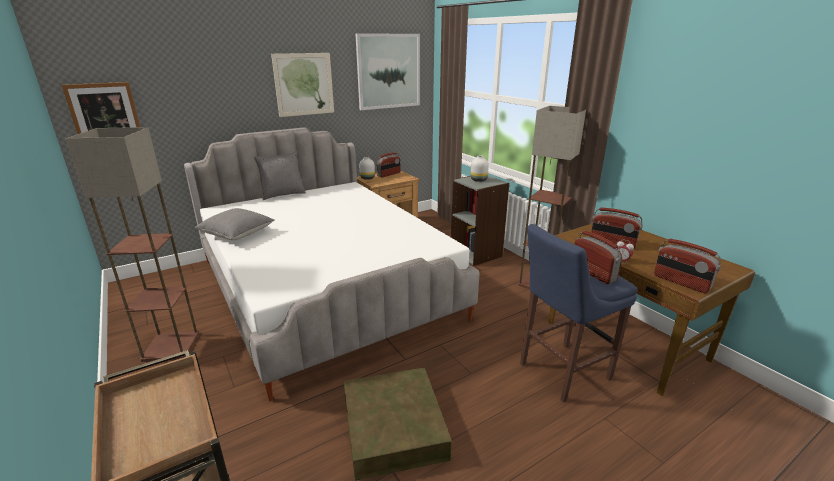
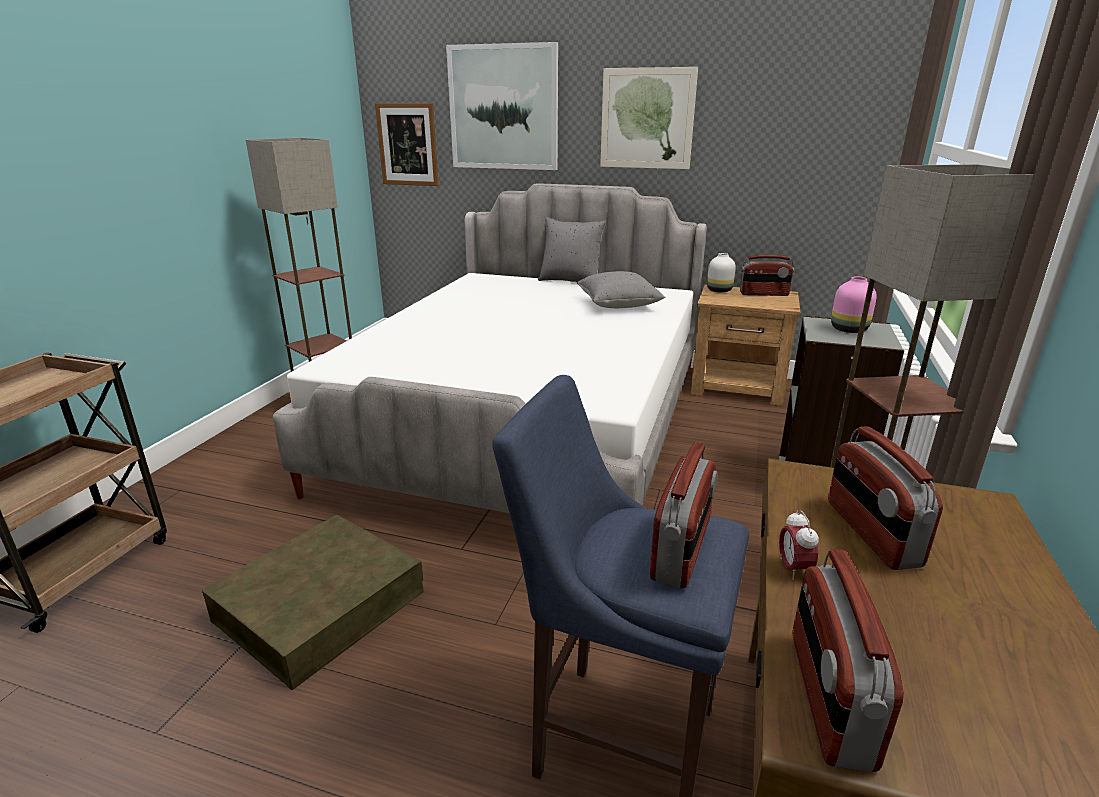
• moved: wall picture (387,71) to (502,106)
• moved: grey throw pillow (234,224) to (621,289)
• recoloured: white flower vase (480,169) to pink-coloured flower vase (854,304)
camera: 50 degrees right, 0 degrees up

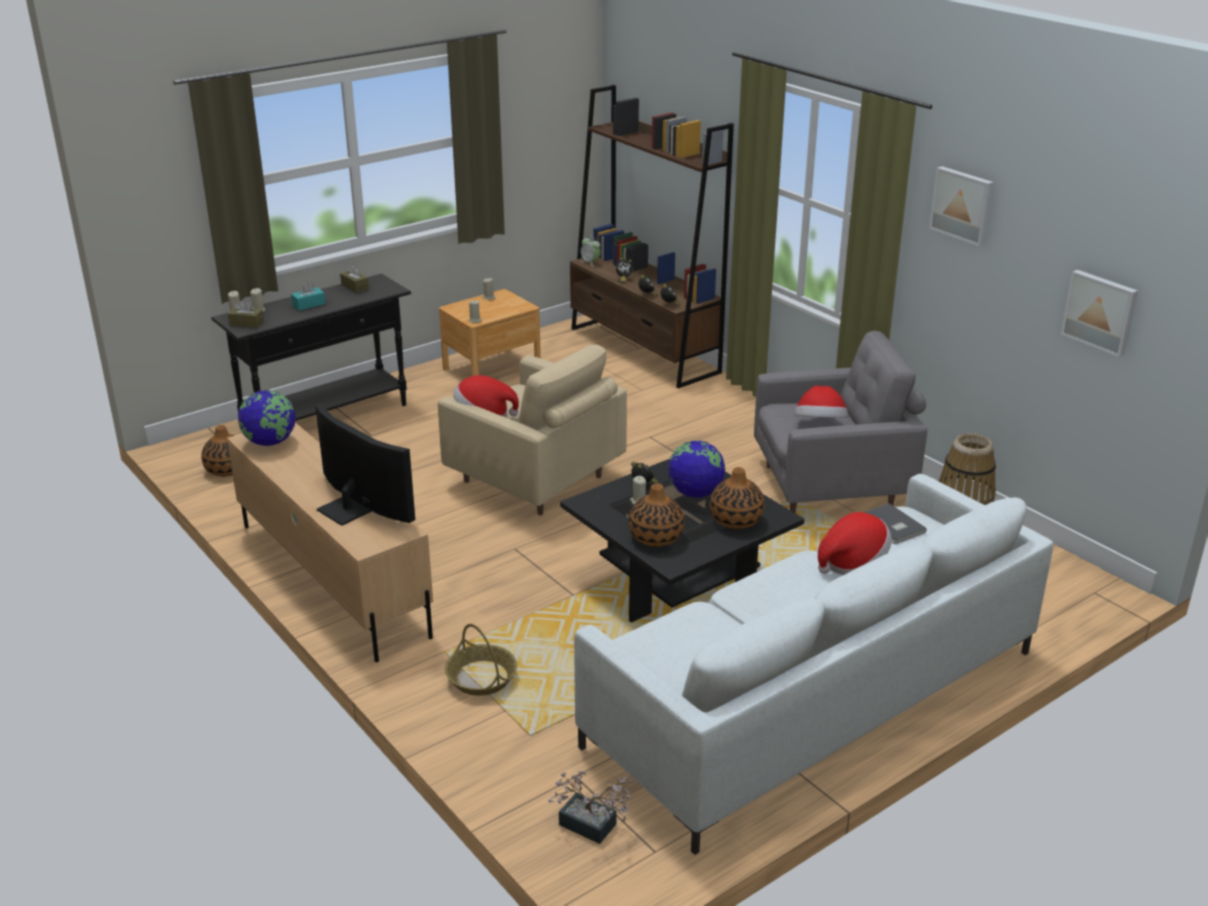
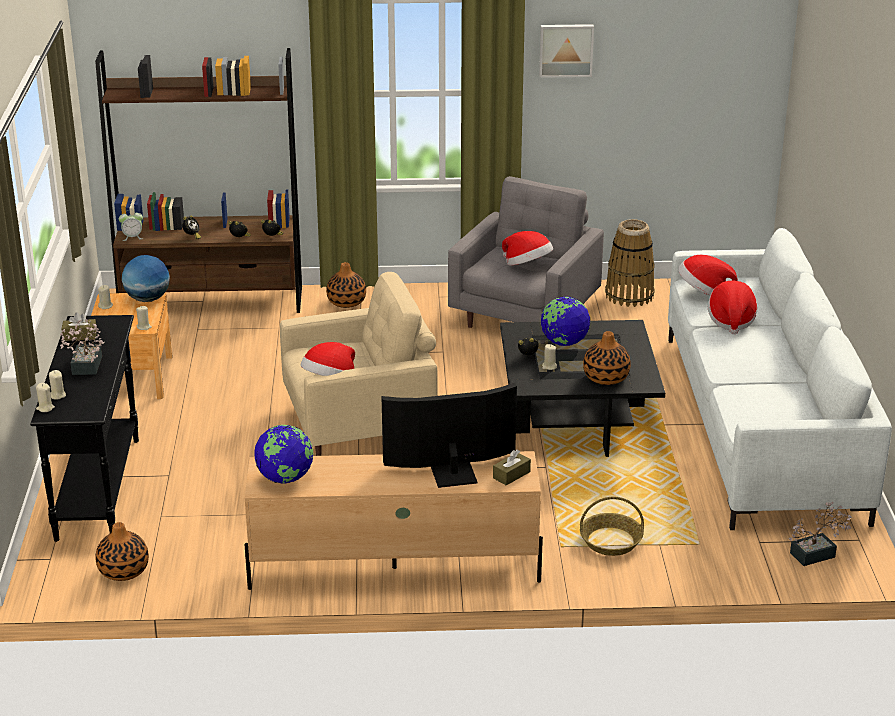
• replaced: turquoise tissue holder (308,296) to plant in a pot (82,347)
• added: globe (146,278)
• moved: flower vase (737,498) to (346,285)
• moved: brown-coloured tissue holder (246,314) to (512,467)
• replaced: grey bound book (895,523) to hat (708,275)
• removed: wall picture (1099,313)
camera: 55 degrees left, 0 degrees up

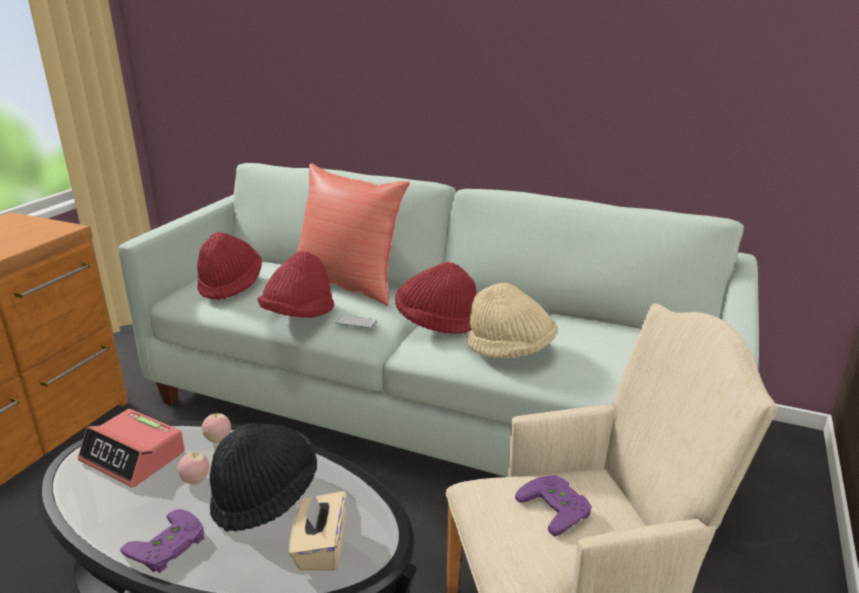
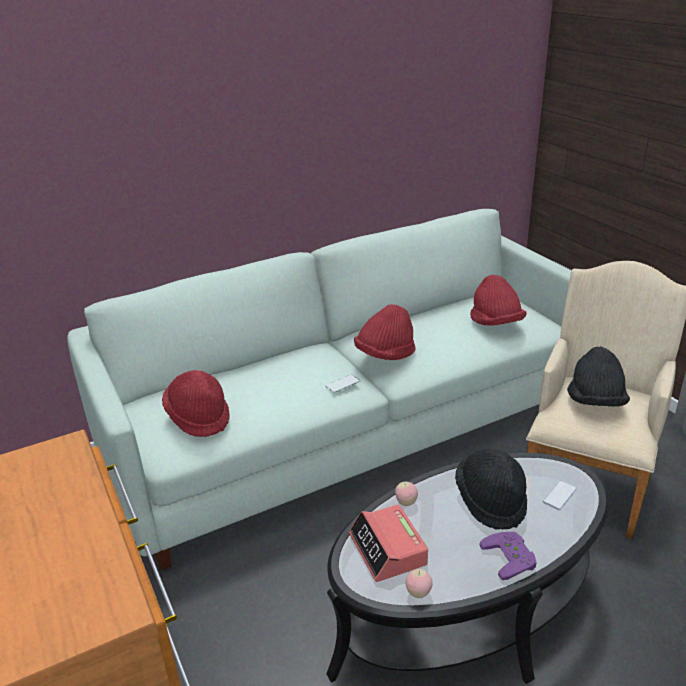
• turned: bedside clock (131,448) = (388,543) 90 degrees clockwise
• moved: apple fruit (193,468) to (419,583)
• moved: red hat (296,284) to (498,300)
• replaced: sand-coloured tissue holder (318,531) to phone (559,495)
• replaced: purplish gamepad (553,505) to black hat (598,376)
• removed: red throw pillow (353,234)
• removed: sand-coloured hat (511,320)
camera: 50 degrees left, 5 degrees up

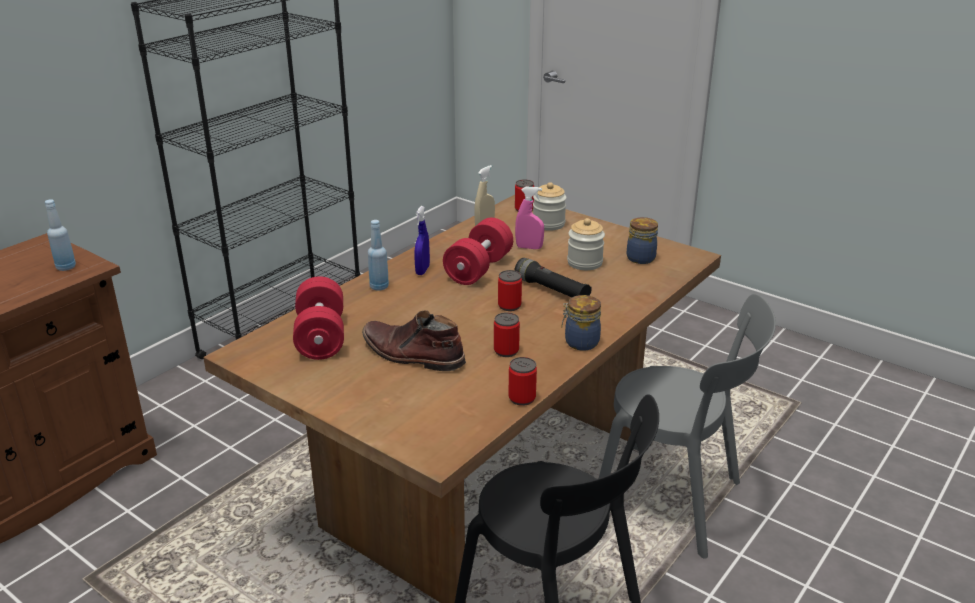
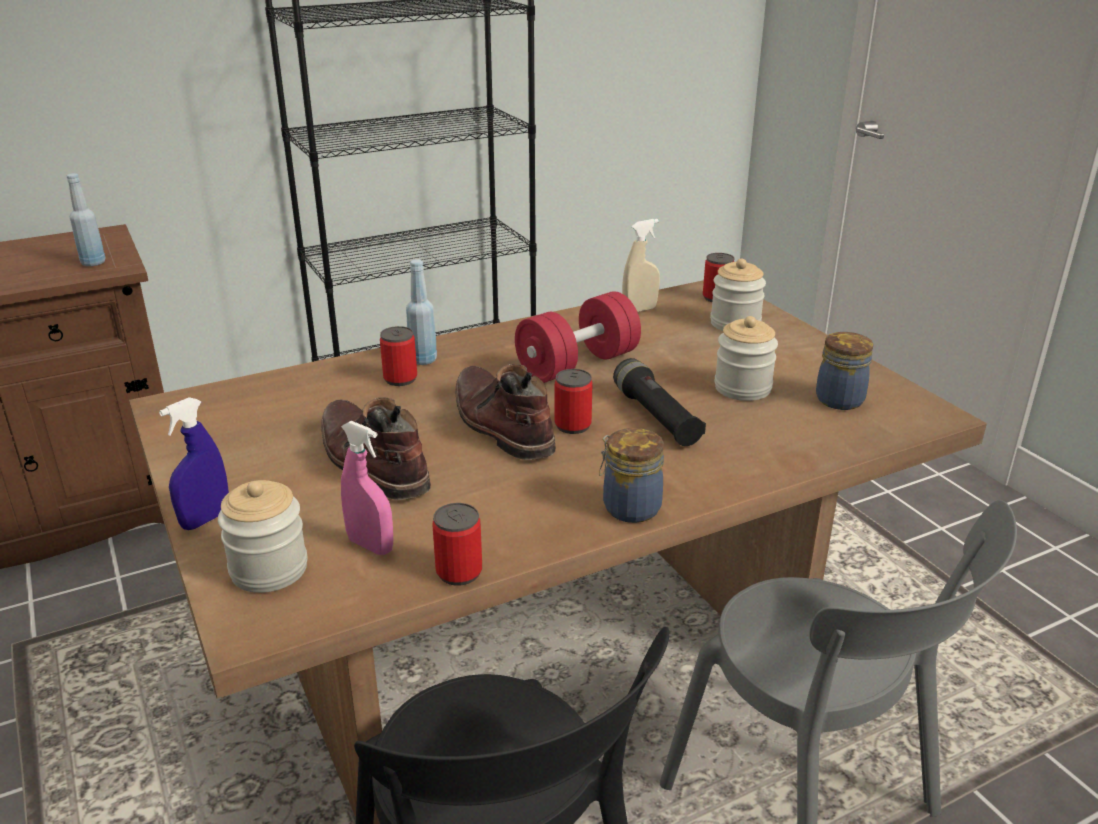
• moved: blue-coloured sprayer (422,240) to (194,463)
• added: preserve jar (262,536)
• moved: pink-coloured sprayer (529,218) to (367,488)
• moved: sealed can (507,334) to (398,356)
• added: brown-coloured boot (506,412)
• removed: red hand weight (318,318)
camera: 25 degrees right, 0 degrees up

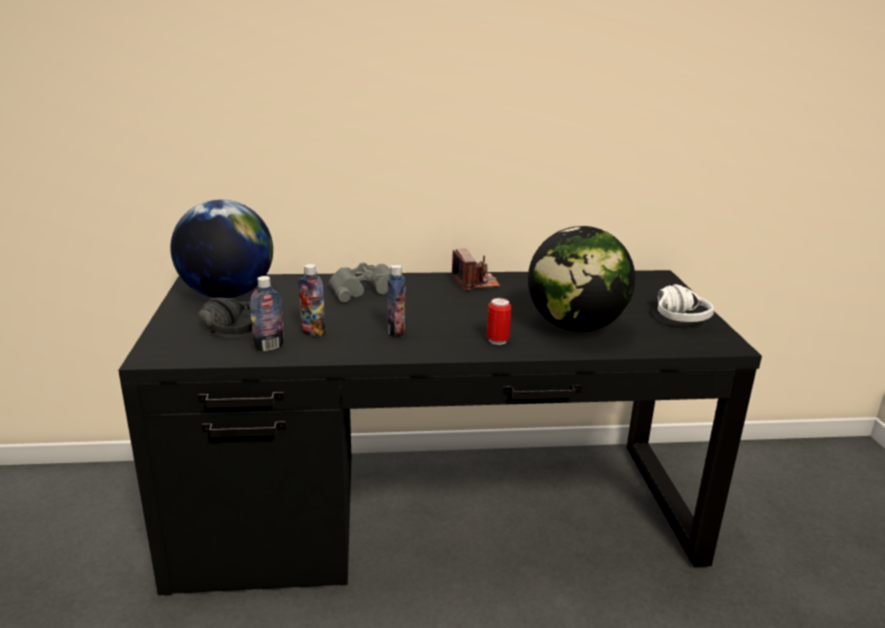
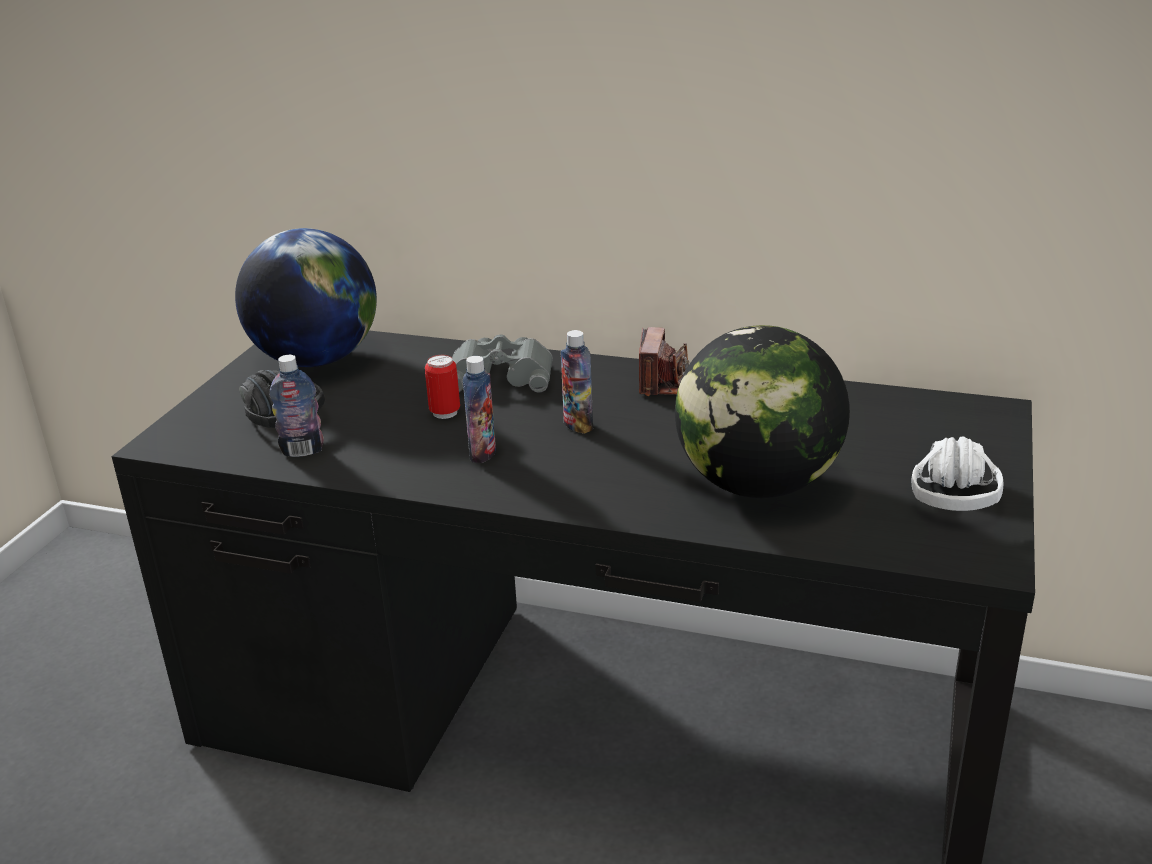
• moved: sealed can (499,321) to (442,387)
• moved: beverage bottle (311,300) to (577,382)
camera: 25 degrees right, 5 degrees up

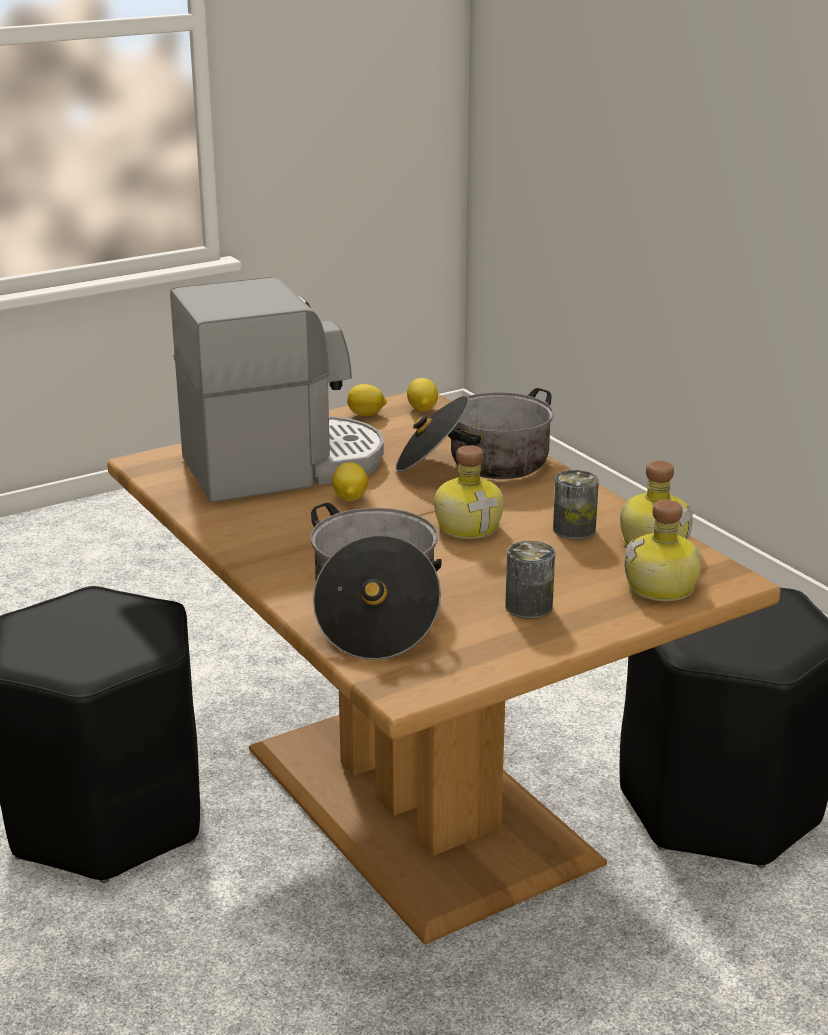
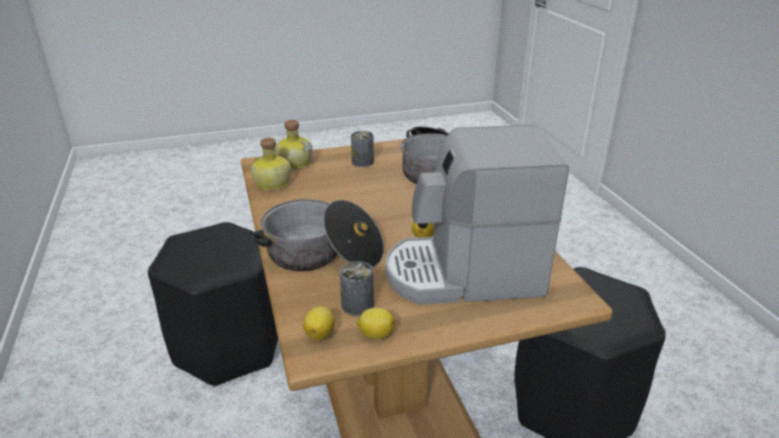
• moved: sealed can (576,505) to (357,288)
• removed: beverage bottle (469,492)
camera: 165 degrees left, 5 degrees up

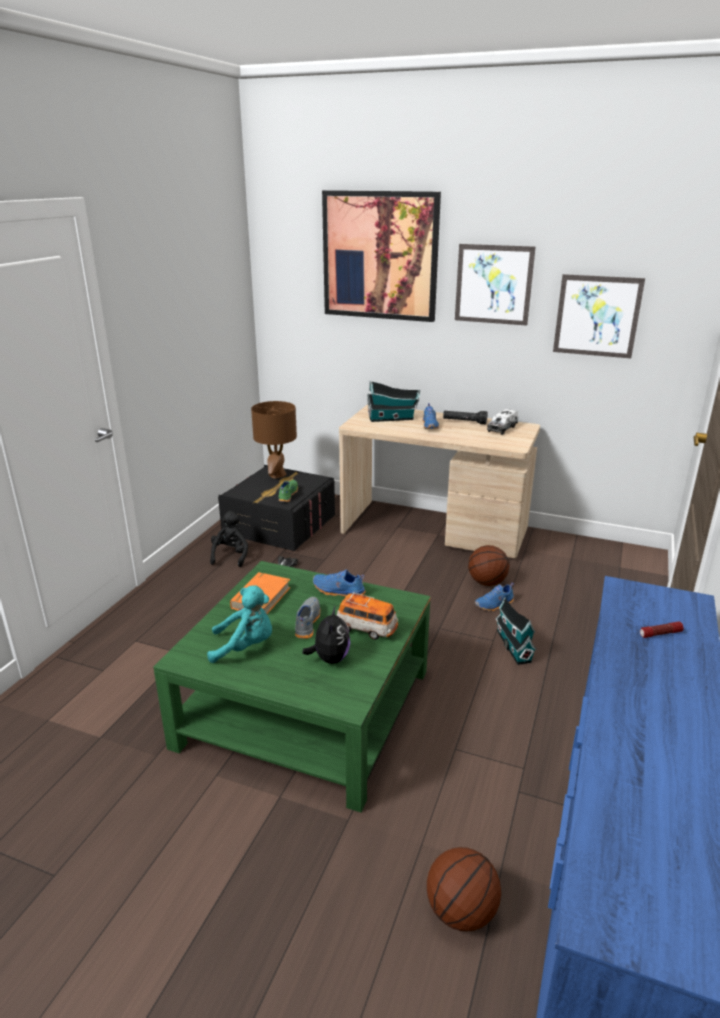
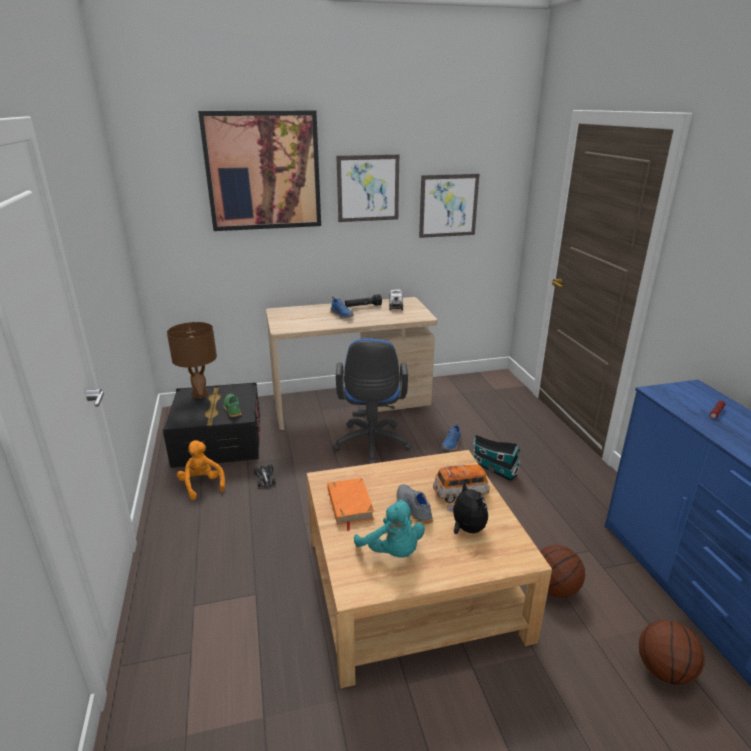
• recoloured: black cuddly toy (229,539) to orange-coloured cuddly toy (201,470)
• recoloured: green-coloured coffee table (291,686) to sand-coloured coffee table (429,569)
• added: blue-coloured office chair (371,401)
• turned: turquoise cuddly toy (239,624) = (389,528) 90 degrees clockwise
• moved: ball for basketball (489,565) to (562,571)
• removed: blue-coloured item of footwear (339,583)
• removed: model house (393,401)
camera: 35 degrees left, 0 degrees up

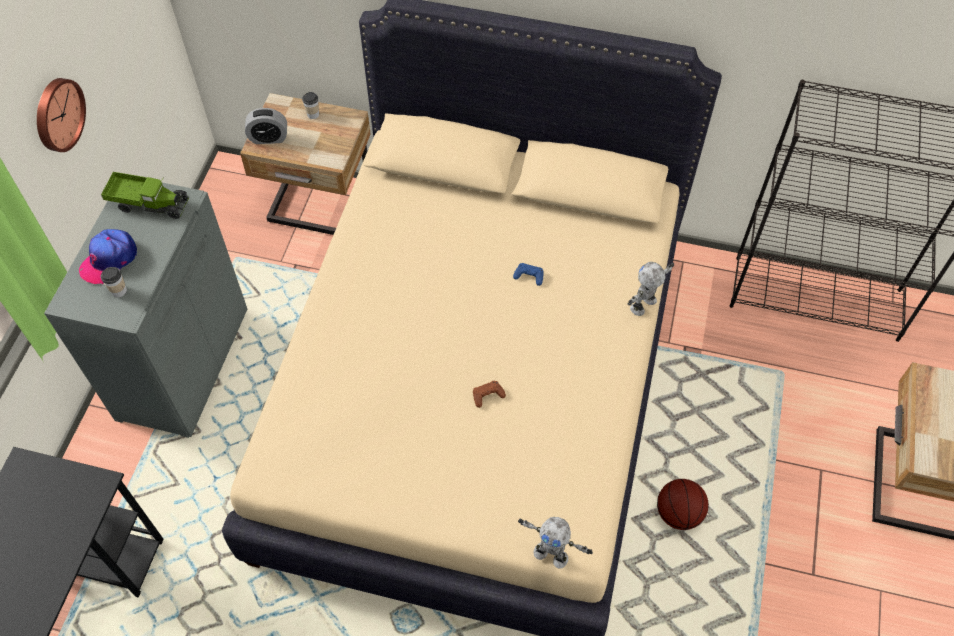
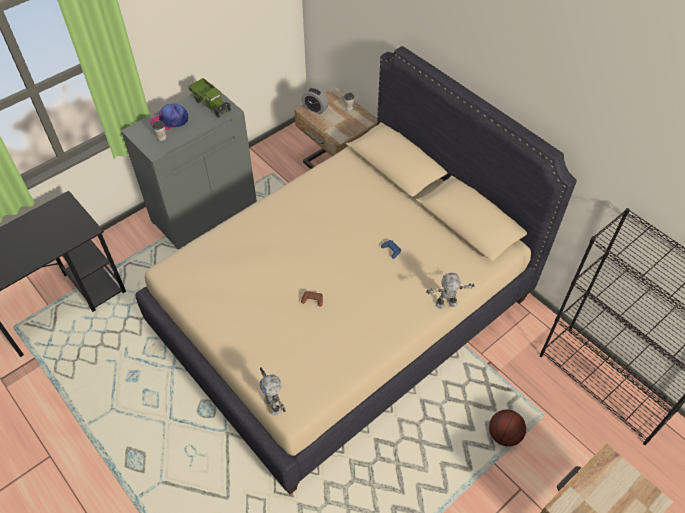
• moved: ball for basketball (683,504) to (507,428)
• removed: wall clock (61,115)
camera: 35 degrees right, 5 degrees down

